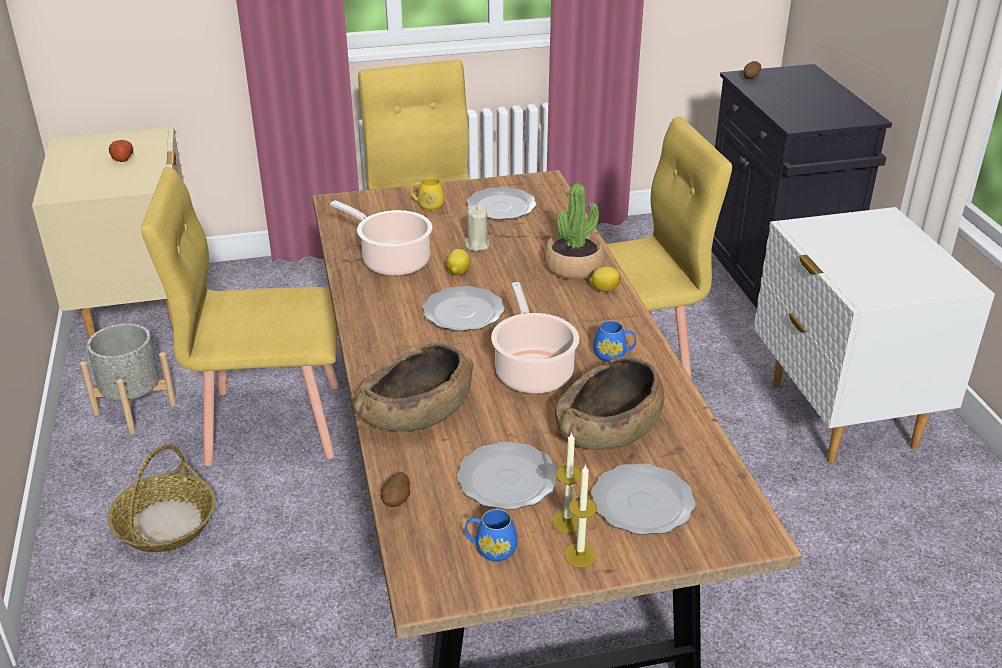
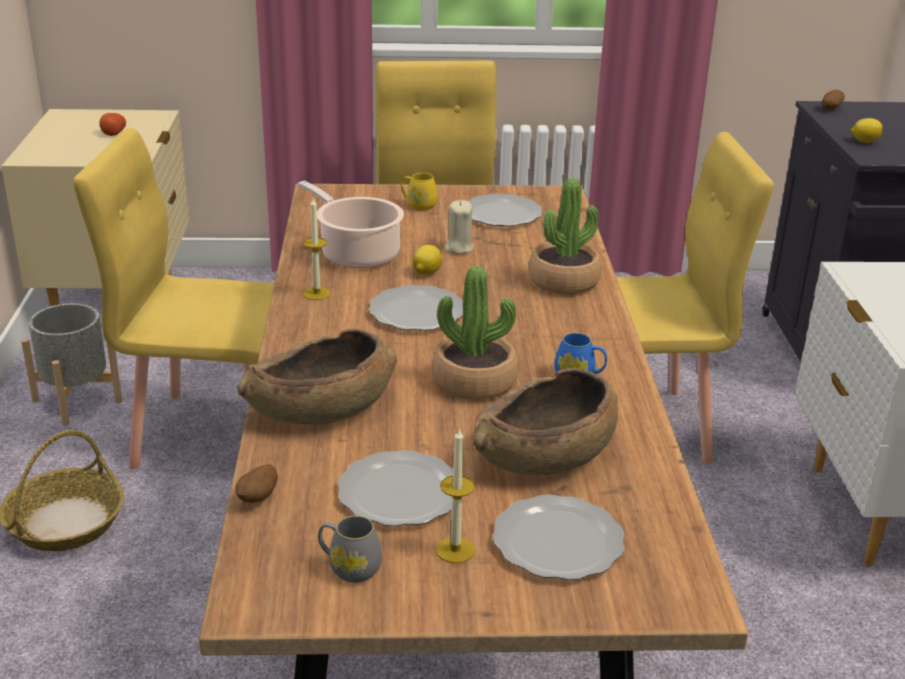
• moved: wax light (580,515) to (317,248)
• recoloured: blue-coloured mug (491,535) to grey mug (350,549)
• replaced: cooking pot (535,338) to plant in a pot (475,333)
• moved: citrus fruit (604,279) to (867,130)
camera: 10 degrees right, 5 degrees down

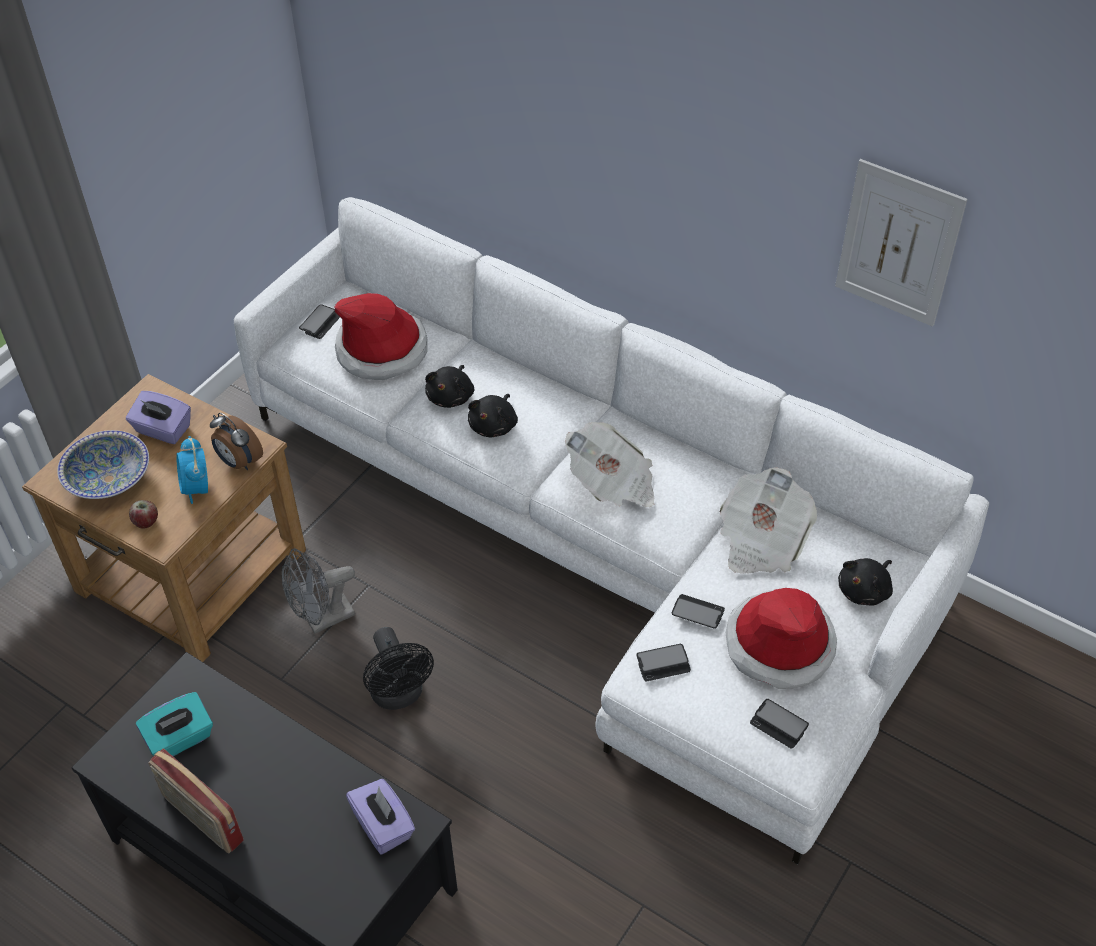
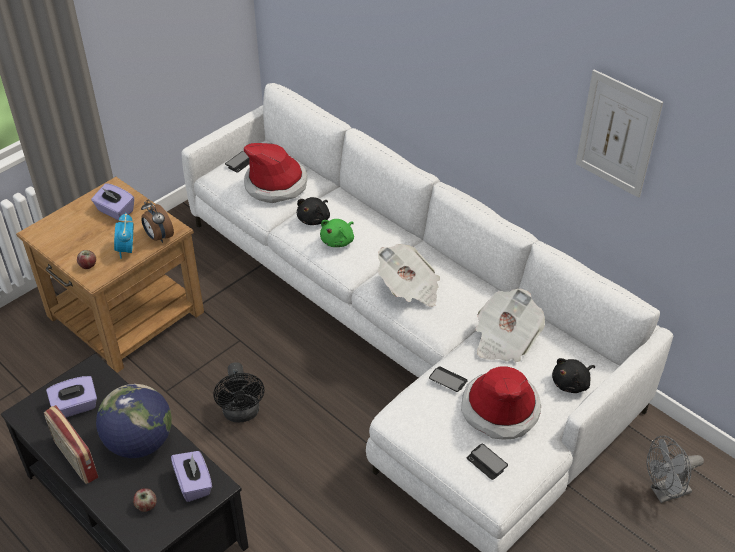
• recoloured: turquoise tissue holder (174,724) to purplish tissue holder (71,396)
• added: globe (134,421)
• added: apple fruit (145,500)
• recoloured: black cuddly toy (493,415) to green-coloured cuddly toy (337,233)
• moved: grey fan (318,591) to (675,469)
• removed: bowl (103,464)
• removed: phone (663,663)
camera: 10 degrees right, 5 degrees down

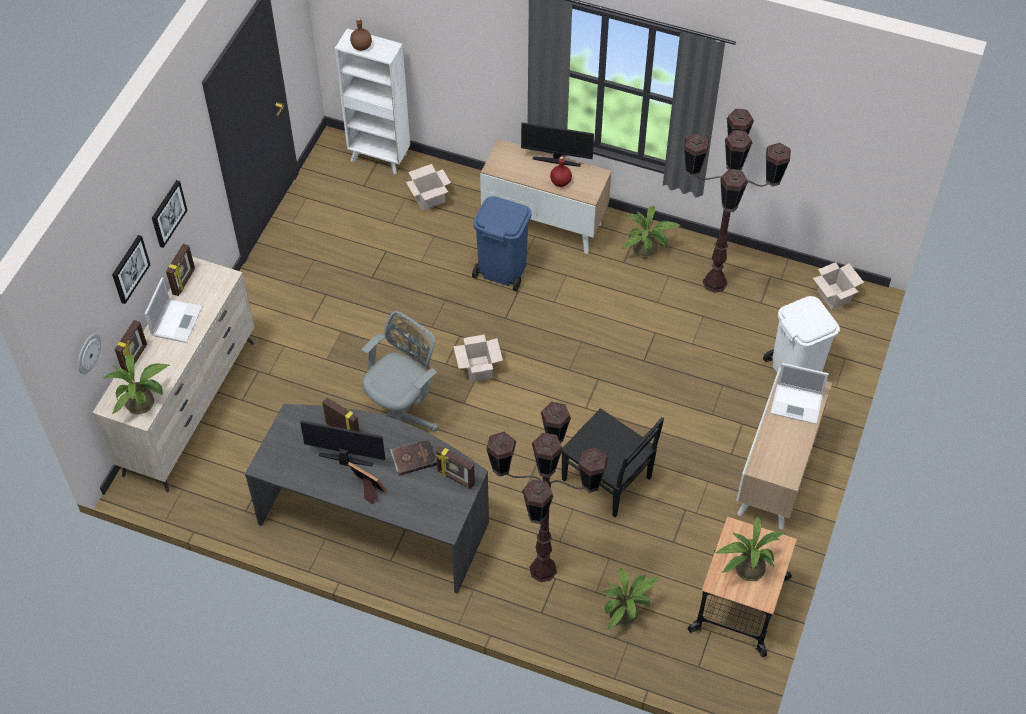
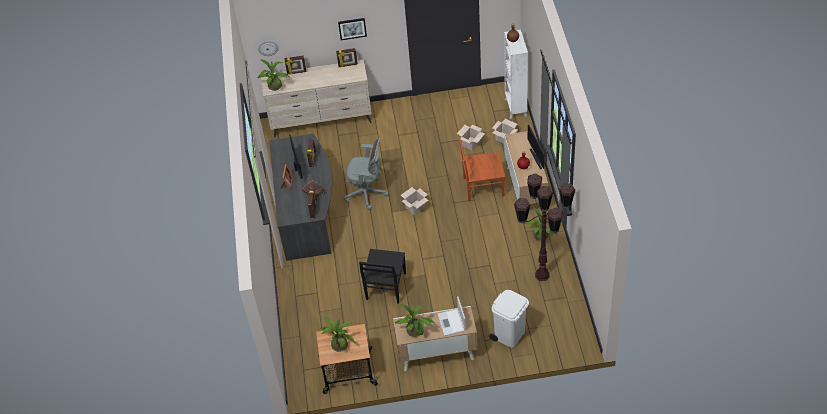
• moved: plant in a pot (631,598) to (414,320)
• moved: packing box (838,286) to (471,138)
• replaced: blue-coloured trash can (502,243) to brown-coloured upright chair (482,169)
• removed: wall picture (131,269)
• removed: portable computer (174,310)
• removed: brown-coloured standard lamp (547,492)
camera: 65 degrees right, 5 degrees down

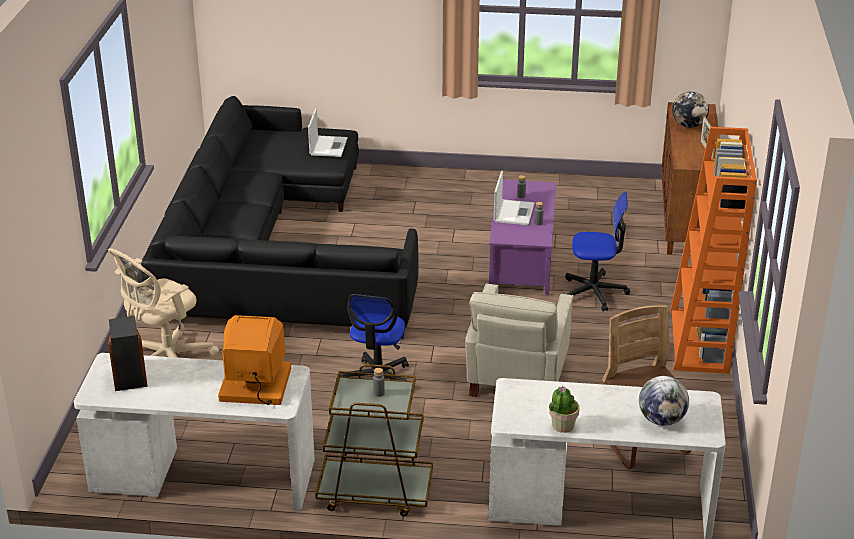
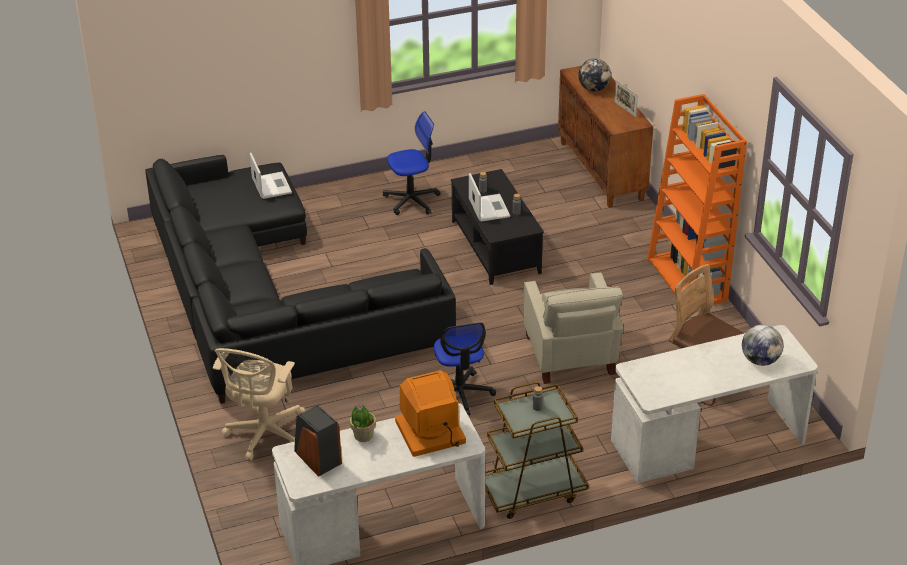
• moved: plant in a pot (564,409) to (363,423)
• moved: office chair (598,251) to (411,163)
• recoloured: purplish coffee table (522,237) to black coffee table (497,227)
camera: 25 degrees left, 5 degrees up

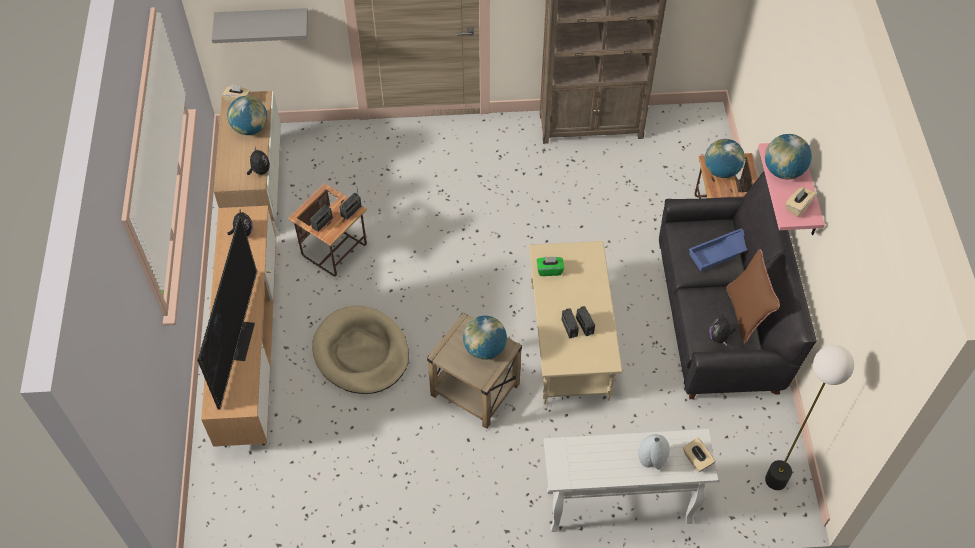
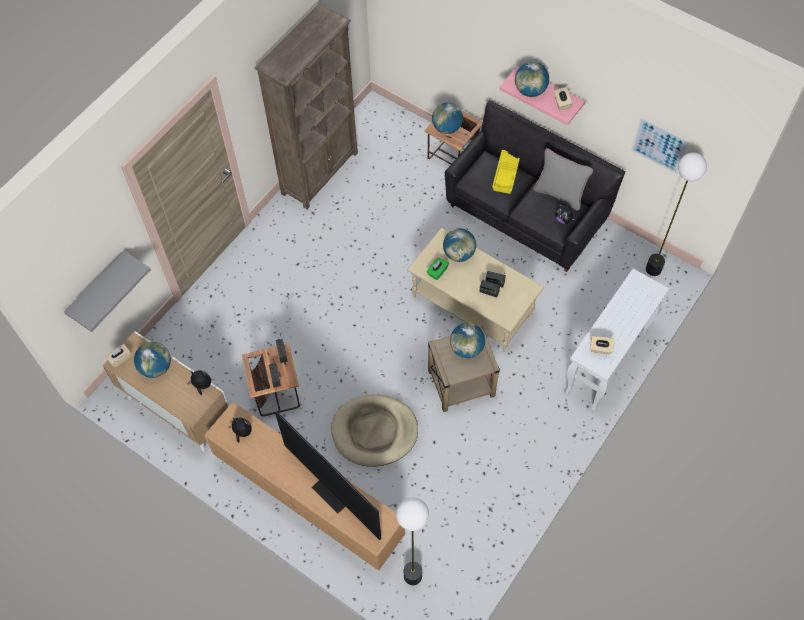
• added: standard lamp (412,541)
• added: globe (459,245)
• recoloured: blue-coloured serving tray (718,249) to yellowish serving tray (506,172)
• recoloured: brown-coloured throw pillow (753,296) to grey throw pillow (563,179)
• moved: sand-coloured tissue holder (699,455) to (602,345)
• added: wall picture (660,145)
• removed: grey flower vase (654,452)
camera: 50 degrees left, 5 degrees up

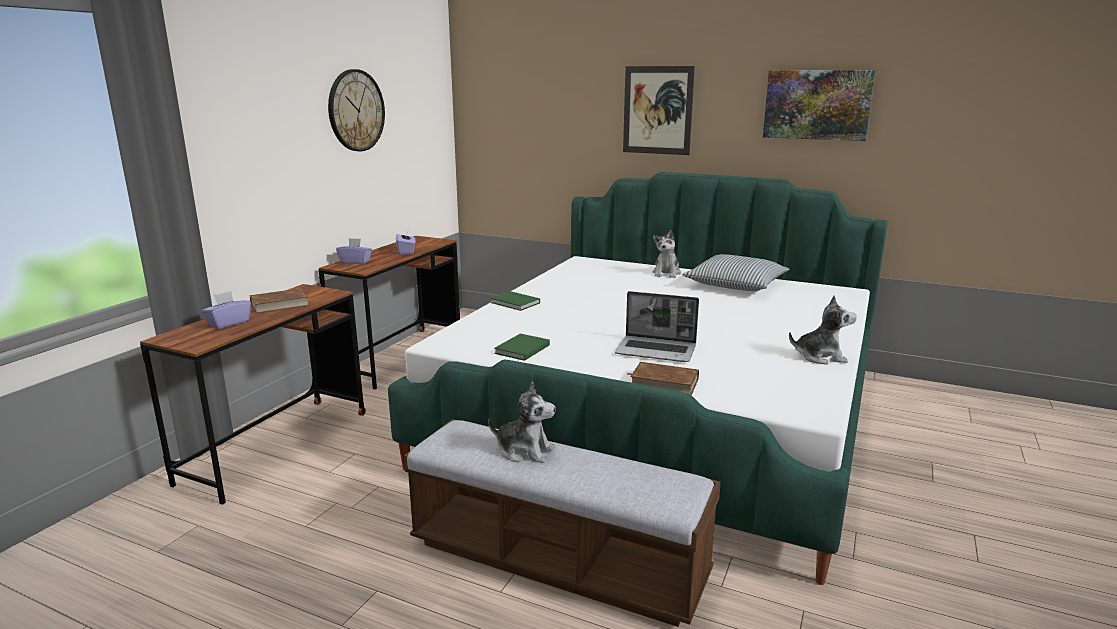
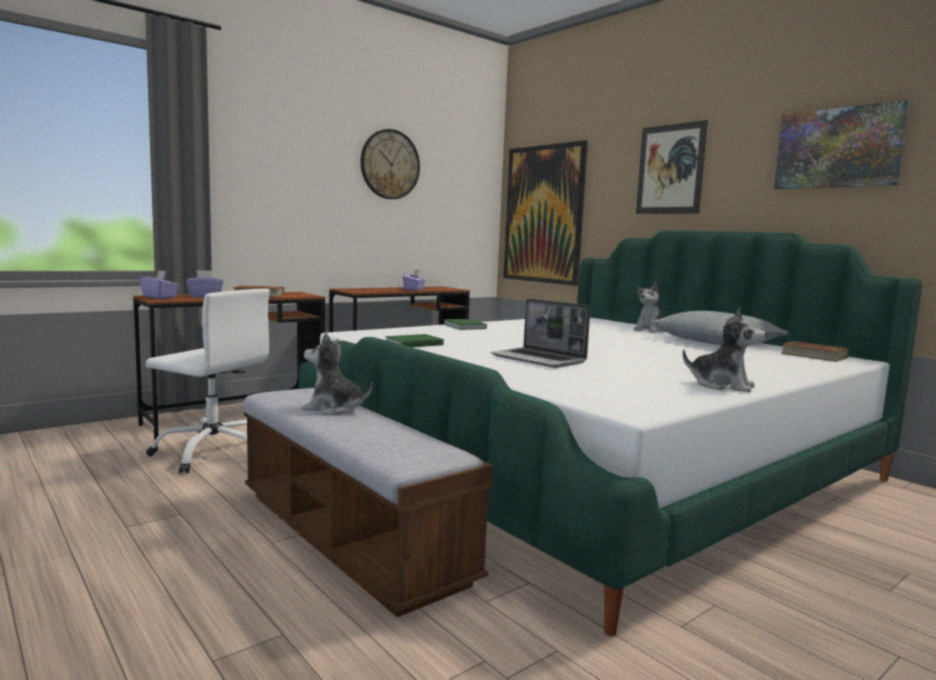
• moved: purplish tissue holder (354,251) to (159,284)
• added: white office chair (207,381)
• turned: cuddly toy (522,422) = (337,374) 150 degrees clockwise
• added: wall picture (545,213)
• moved: brown-coloured bound book (663,379) to (815,351)
camera: 25 degrees right, 10 degrees down

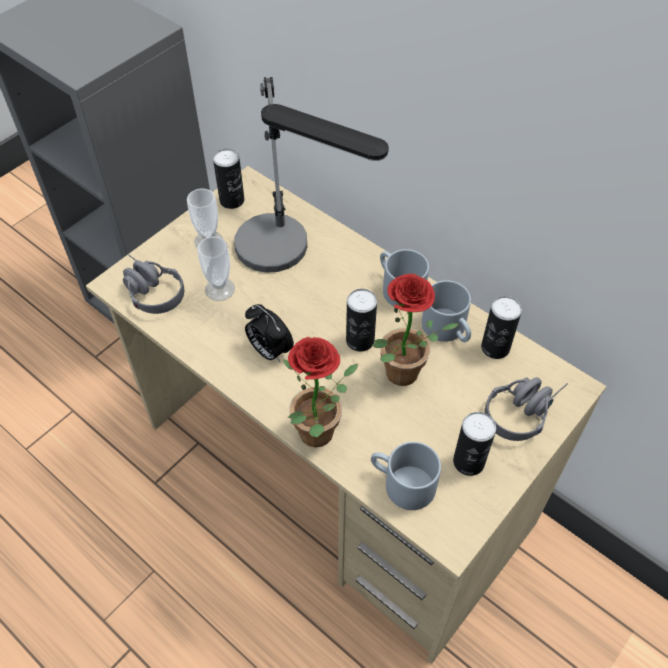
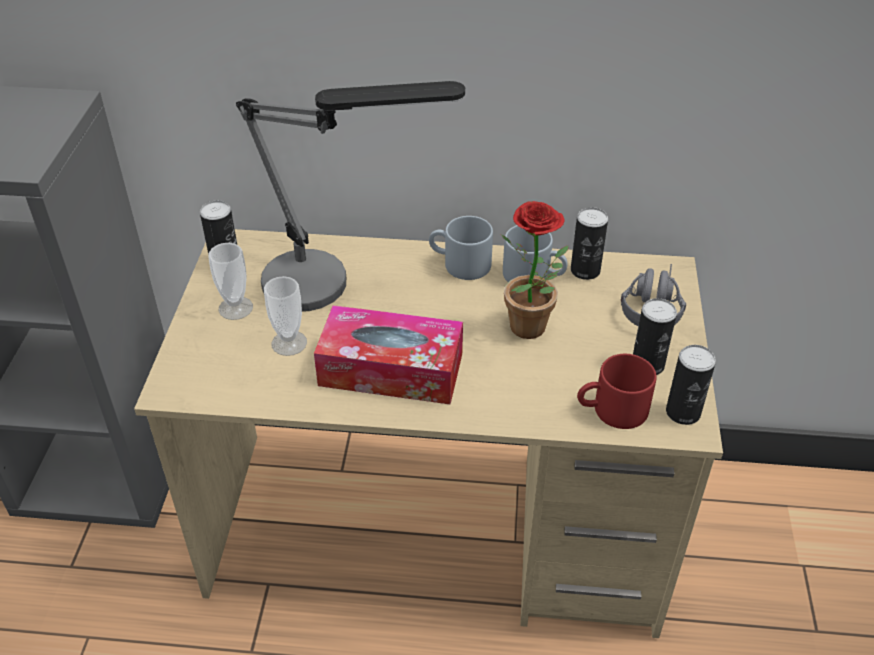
• replaced: bedside clock (269,333) to tissue holder (388,354)
• recoloured: grey mug (406,476) to red mug (617,391)
• moved: sealed can (361,320) to (691,385)
• removed: grey headset (153,284)
• removed: plant in a pot (320,392)
camera: 35 degrees left, 10 degrees down

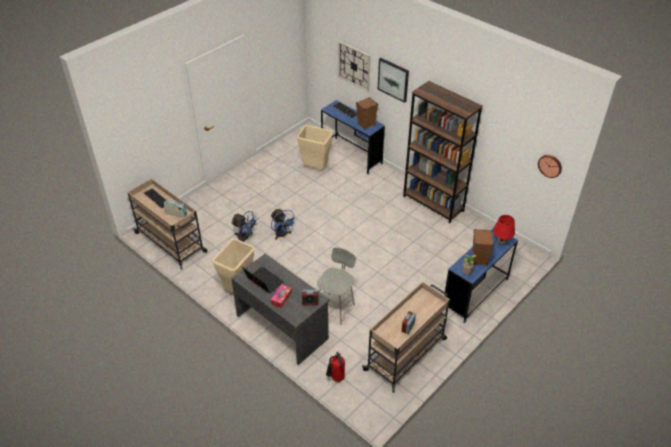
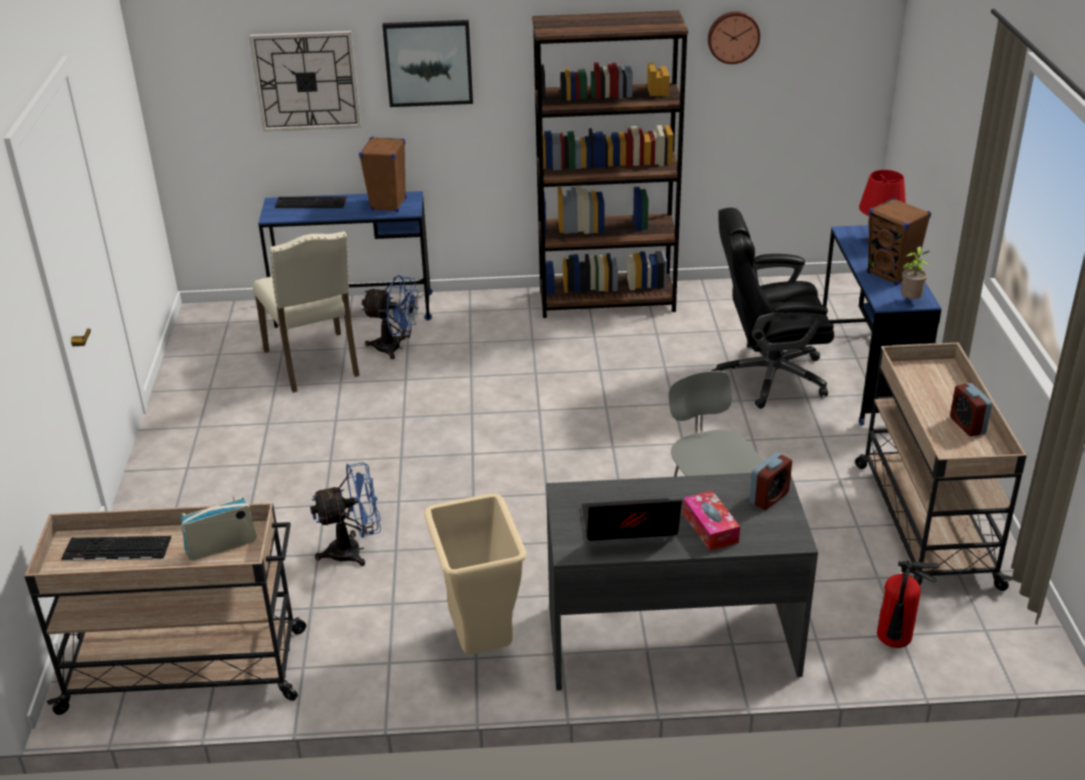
• replaced: sand-coloured trash can (315,147) to sand-coloured upright chair (306,312)
• moved: blue-coloured fan (284,224) to (390,317)
• moved: wall clock (550,166) to (734,37)
• added: black office chair (773,308)
camera: 45 degrees left, 10 degrees down

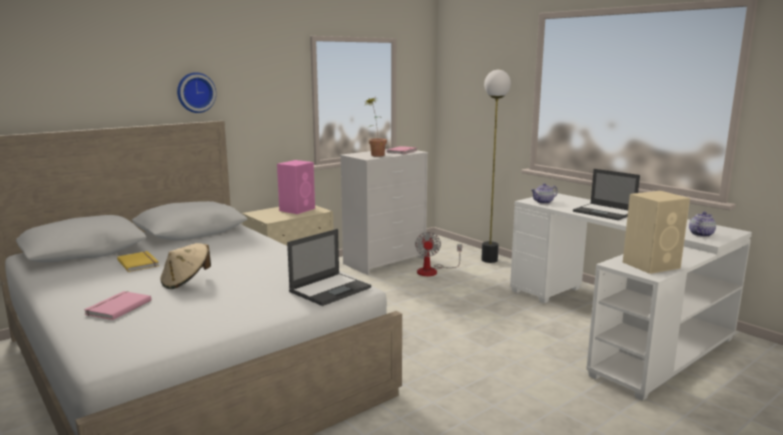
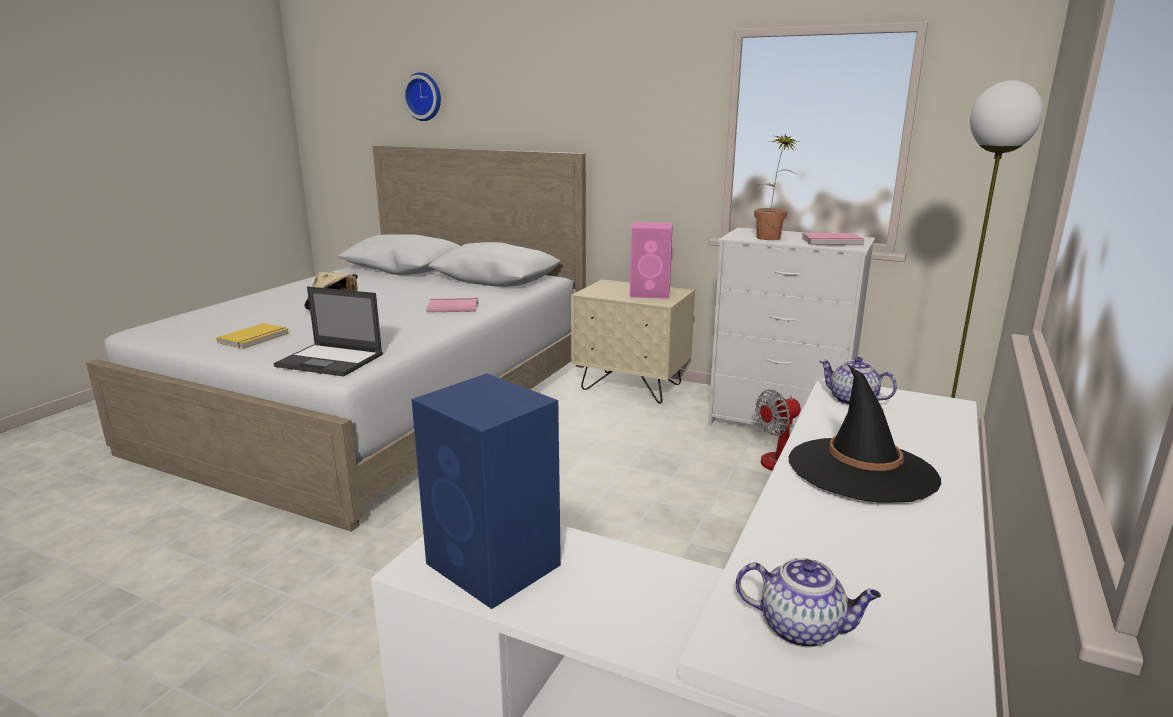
• moved: yellowish bound book (138,261) to (253,336)
• moved: wall clock (196,92) to (421,96)
• recoloured: sand-coloured audio speaker (656,232) to blue-coloured audio speaker (486,491)
• moved: pink-coloured bound book (117,305) to (452,305)
• replaced: portable computer (606,194) to black hat (865,434)
camera: 65 degrees right, 5 degrees up

